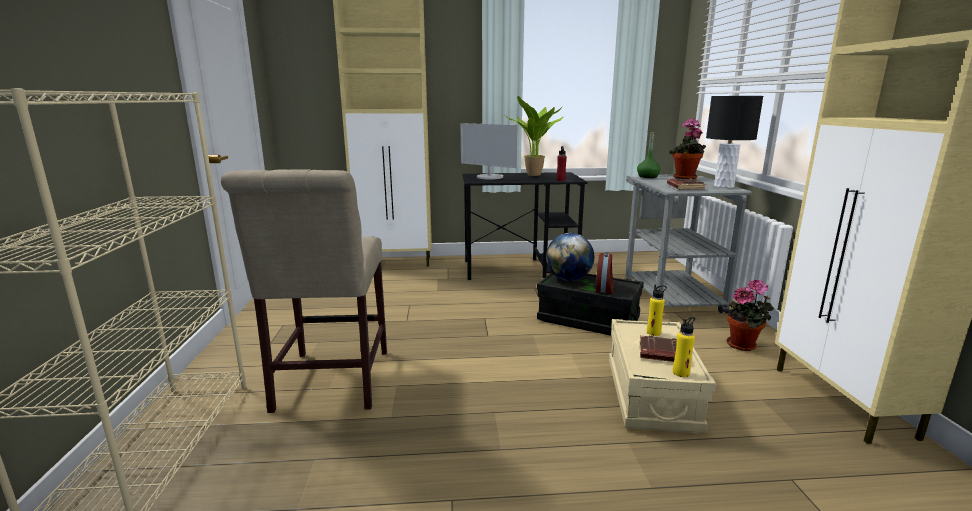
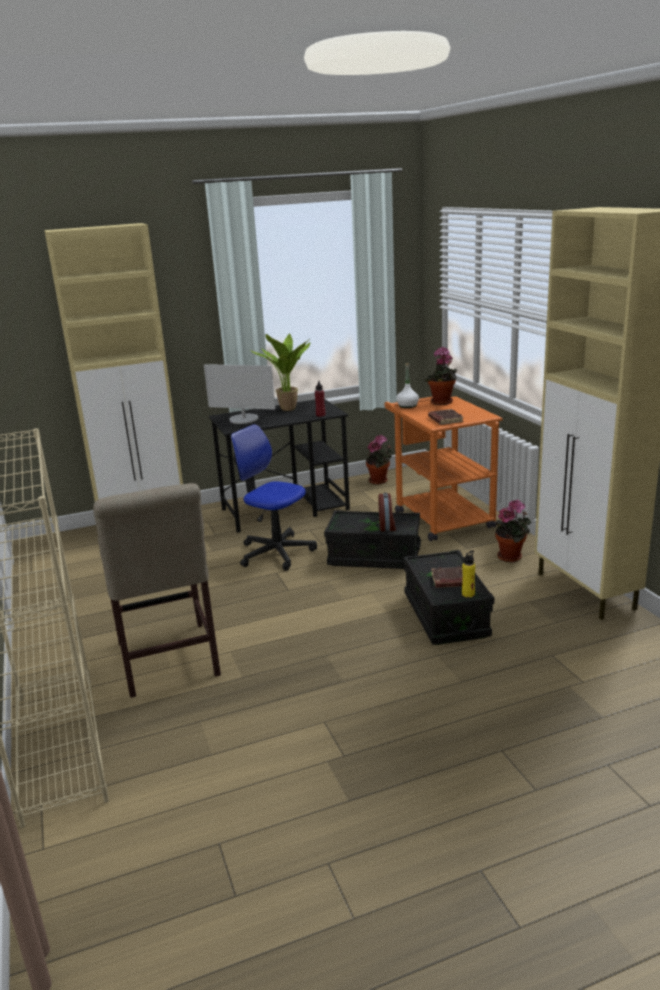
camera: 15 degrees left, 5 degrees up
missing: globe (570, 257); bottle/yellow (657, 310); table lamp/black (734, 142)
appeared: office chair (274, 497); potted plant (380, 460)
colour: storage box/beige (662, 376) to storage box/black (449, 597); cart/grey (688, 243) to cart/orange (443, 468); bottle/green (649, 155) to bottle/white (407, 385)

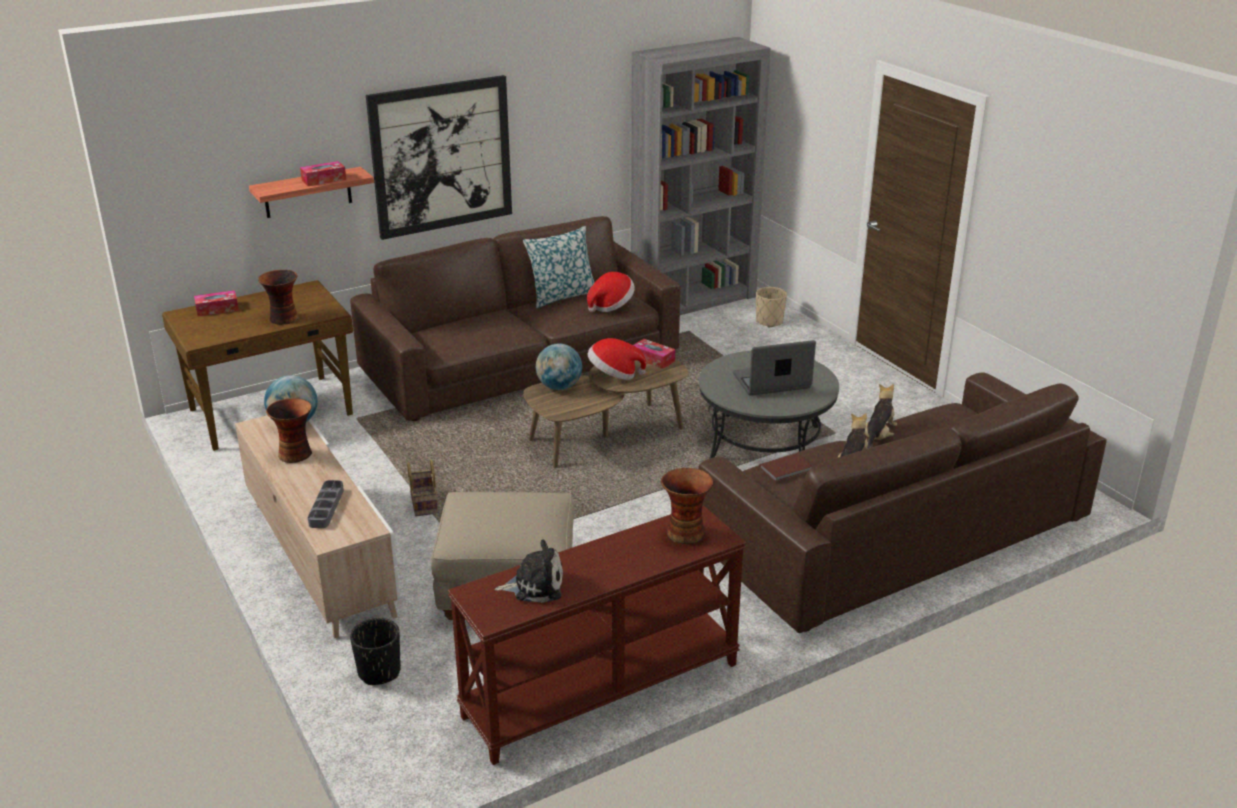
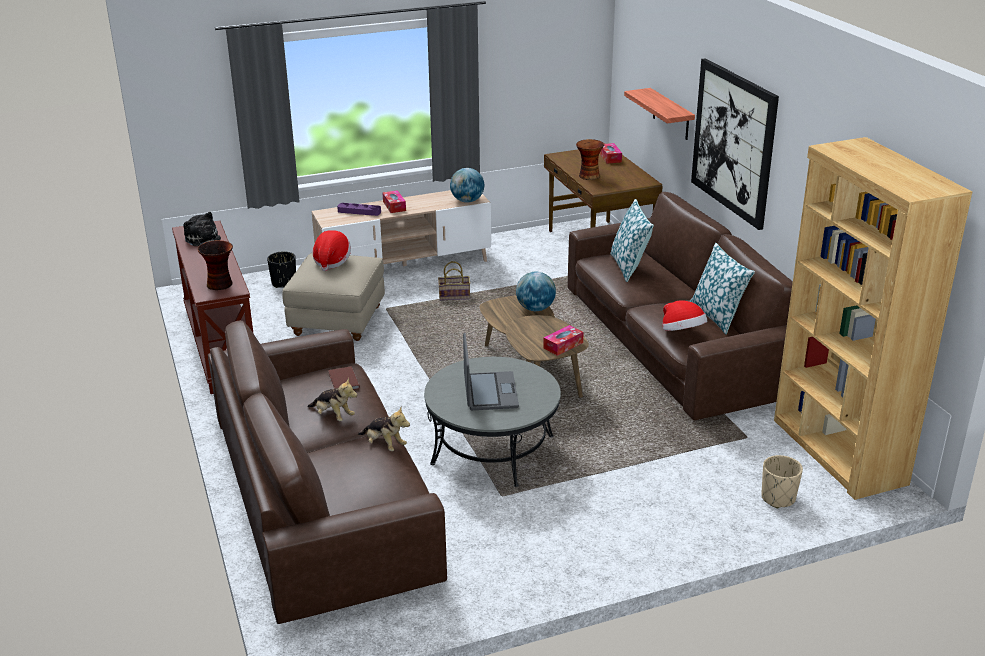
camera: 100 degrees right, 0 degrees up
missing: vase (289, 430)
appeared: pillow (632, 240)
relocated: tissue box (323, 173) to (394, 201); hat (617, 359) to (331, 250)
colour: tray/grey (326, 504) to tray/purple (359, 209); bookcase/grey (701, 176) to bookcase/brown (873, 318)
spun: plush toy (528, 571) = (202, 229) 135 degrees clockwise

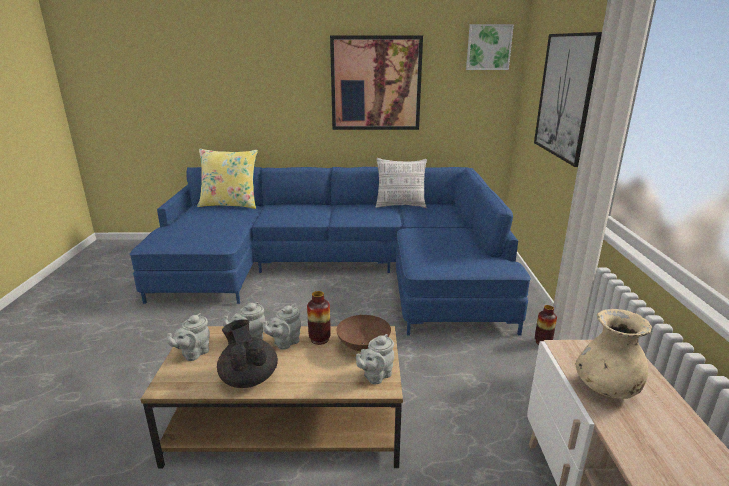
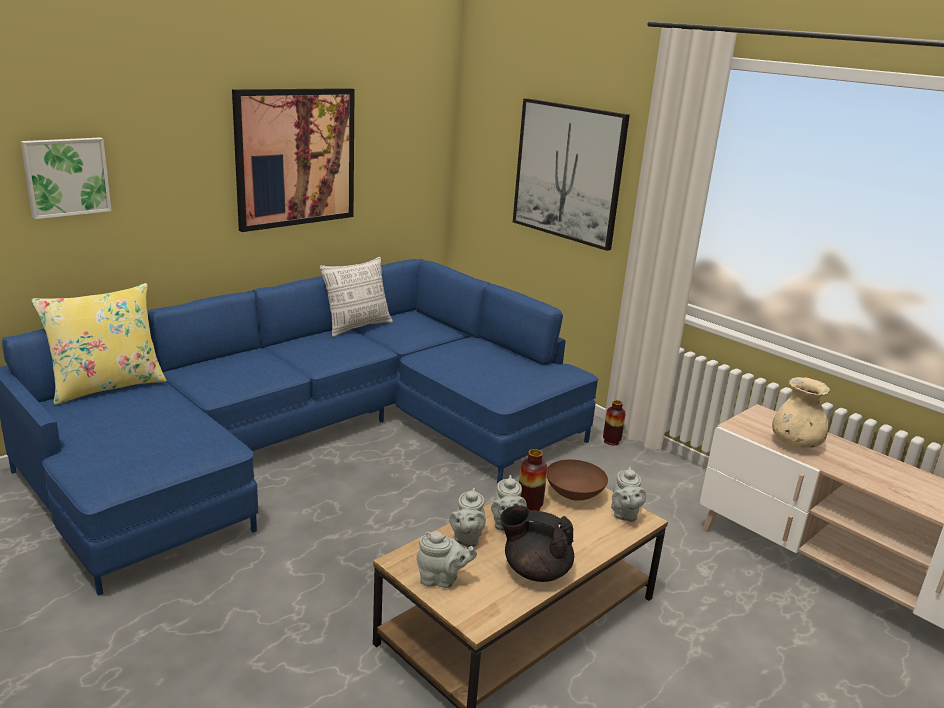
camera: 45 degrees left, 0 degrees up
relocated: picture (490, 47) to (66, 178)
spun: teapot/grey (188, 337) = (446, 559) 75 degrees counterclockwise

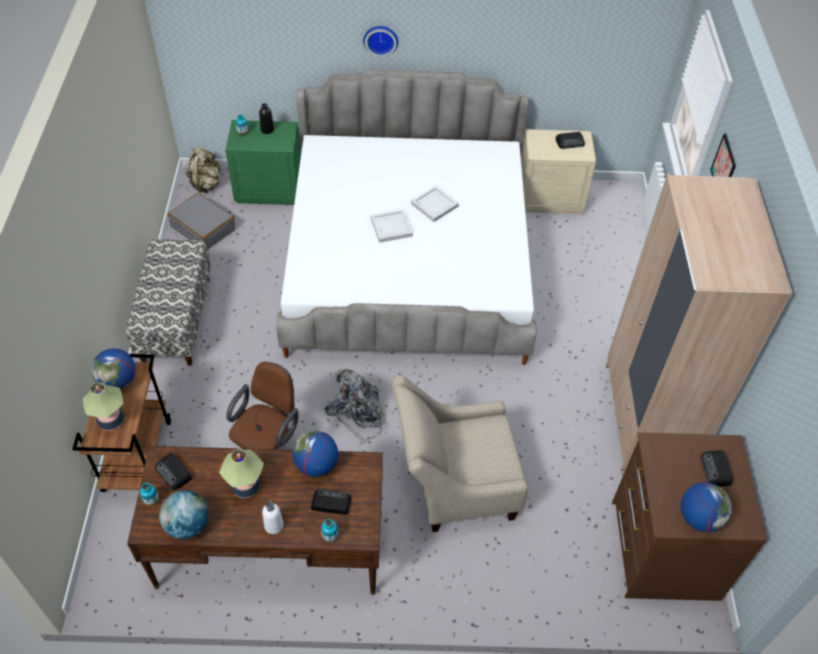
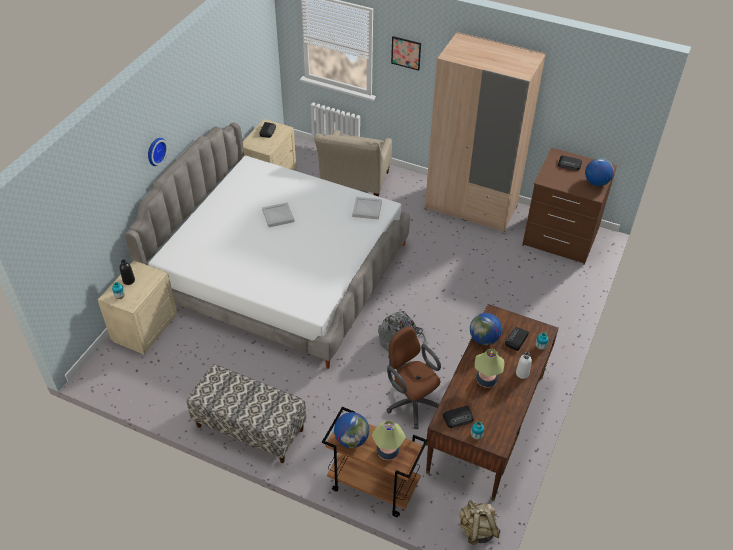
camera: 65 degrees left, 5 degrees down
missing: globe (184, 514); suitcase/grey (201, 221)
relocated: backpack/beige (203, 170) to (480, 522); tray/white (392, 226) to (367, 208); armchair/beige (459, 453) to (353, 163)
colour: nightstand/green (263, 162) to nightstand/beige (137, 307)

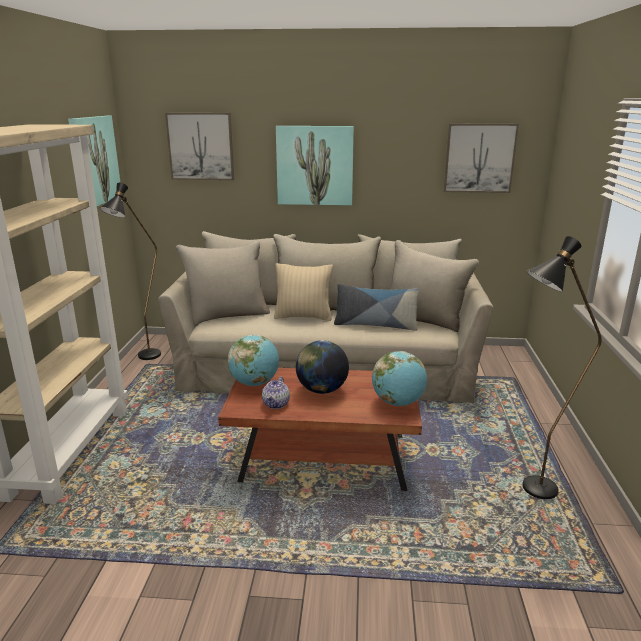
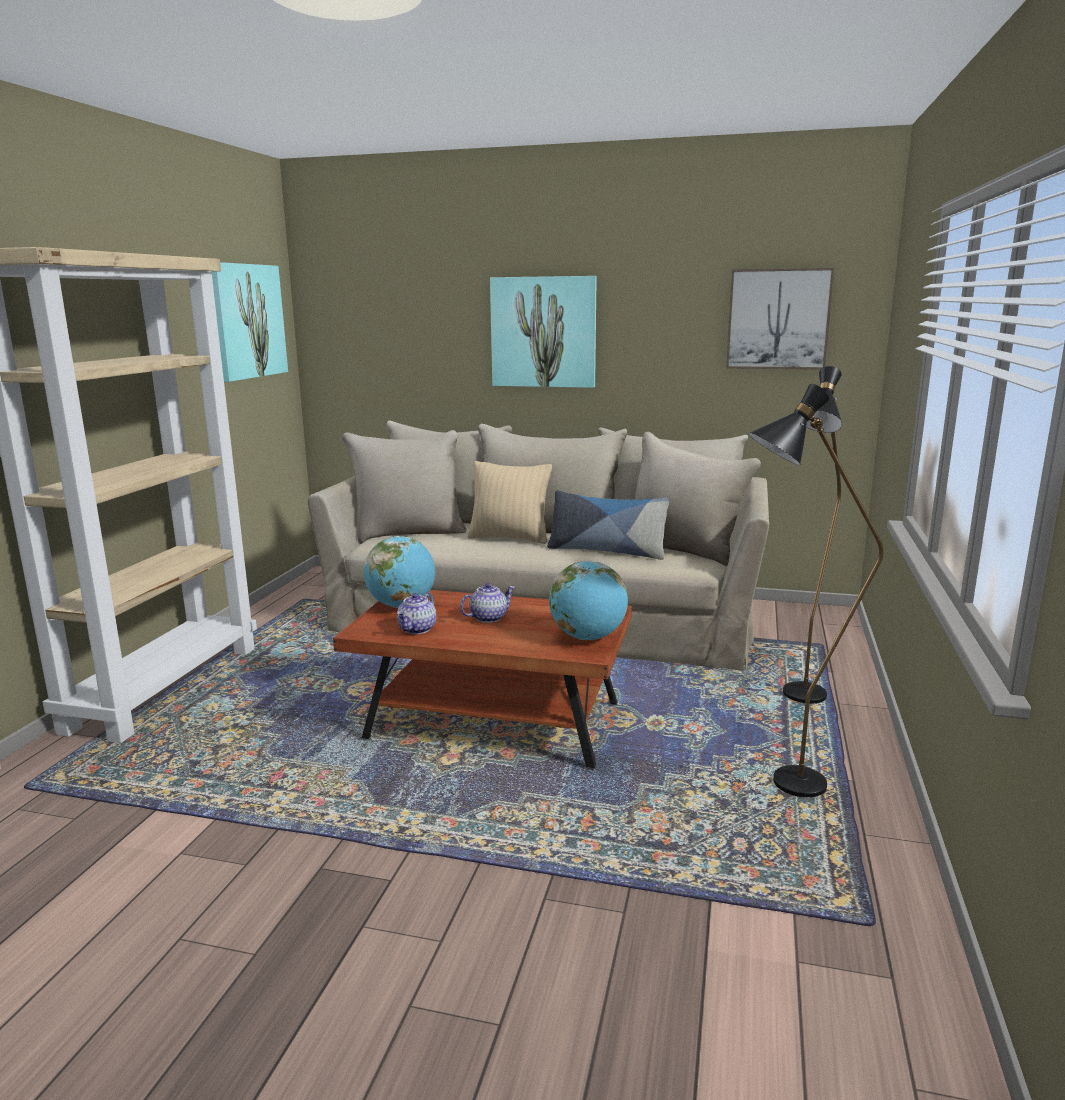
camera: 10 degrees right, 5 degrees down
missing: picture (199, 146)
relocated: floor lamp/black (130, 271) to (812, 535)
exchanged: globe (322, 367) to teapot (487, 603)

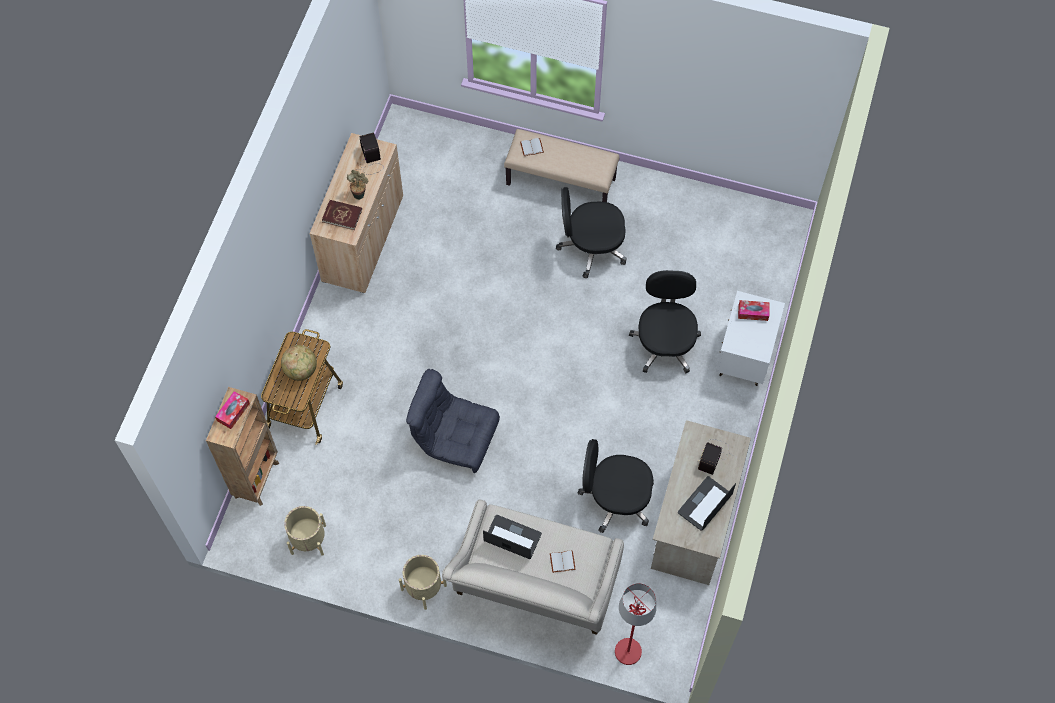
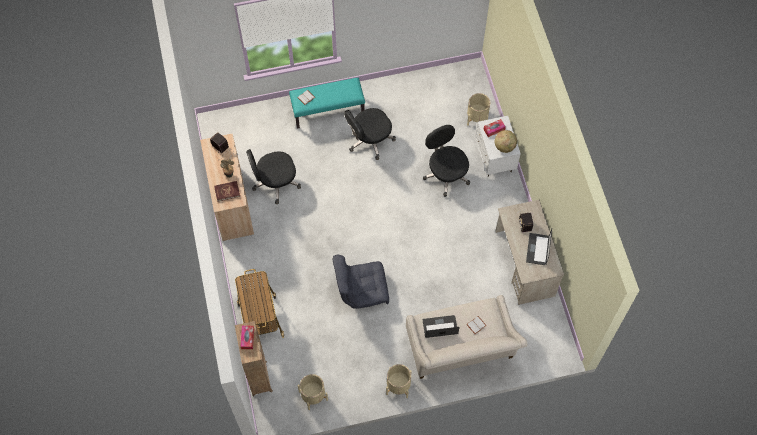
camera: 30 degrees left, 0 degrees up
missing: floor lamp/red (635, 624)
appeared: planter/beige (478, 109)
relocated: globe (299, 363) to (506, 141); office chair/black (616, 486) to (273, 176)
colour: bench/beige (561, 165) to bench/turquoise (327, 103)

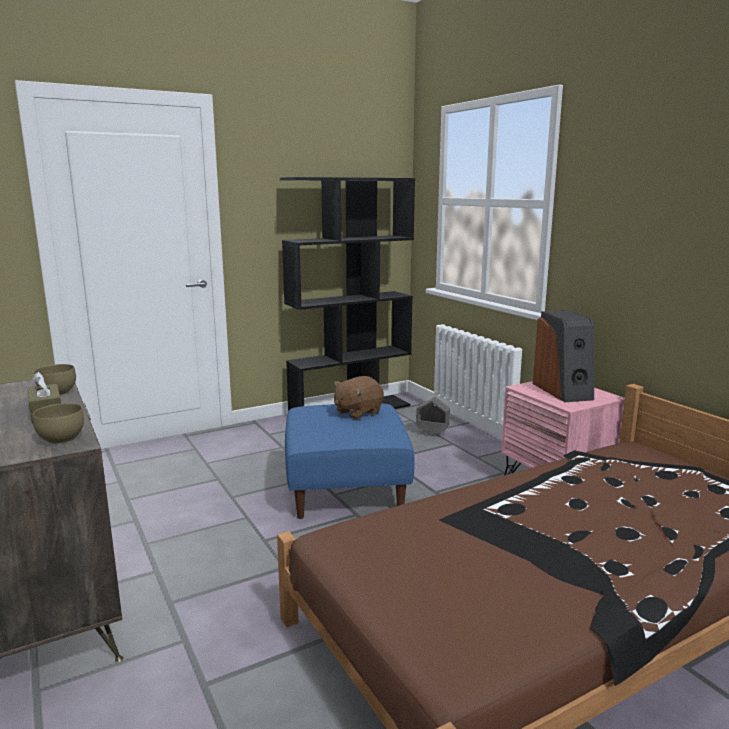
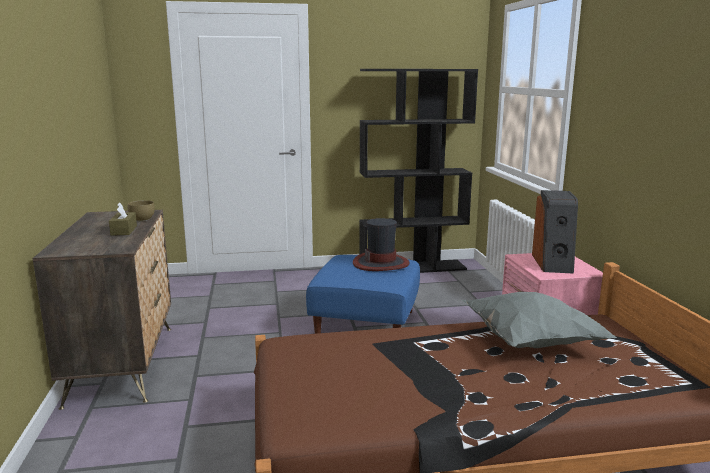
camera: 20 degrees right, 0 degrees up
missing: bowl/brown (58, 423); planter/grey (433, 417)
appeared: pillow/grey (539, 320)
exchanged: plush toy/brown (359, 397) to hat (381, 244)

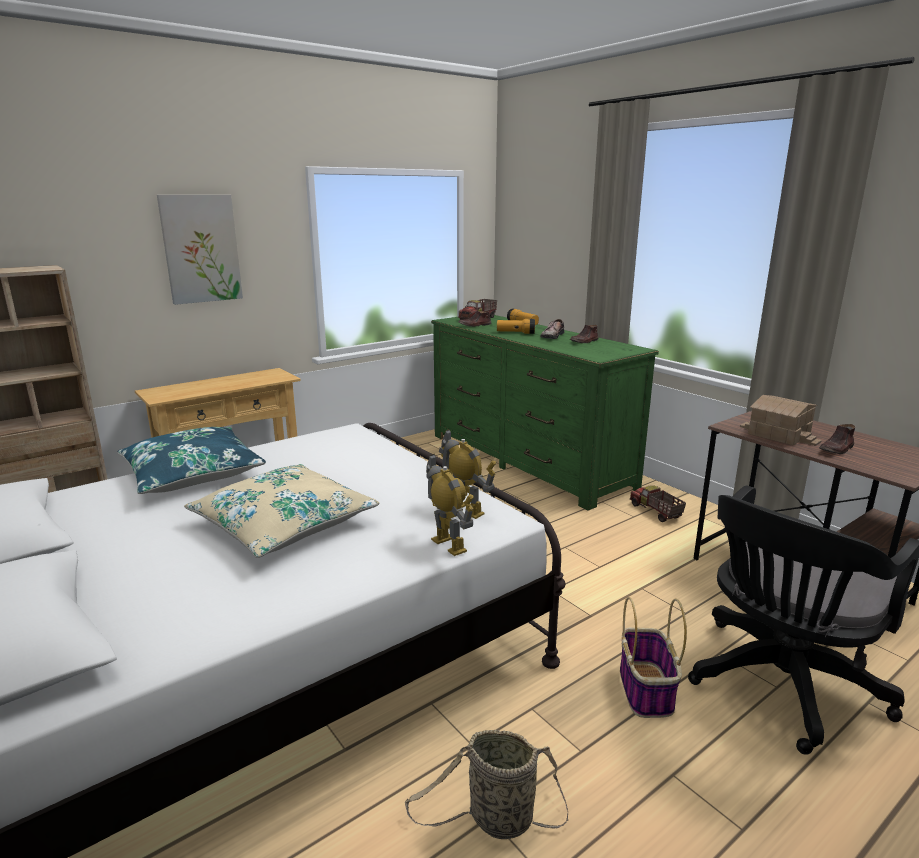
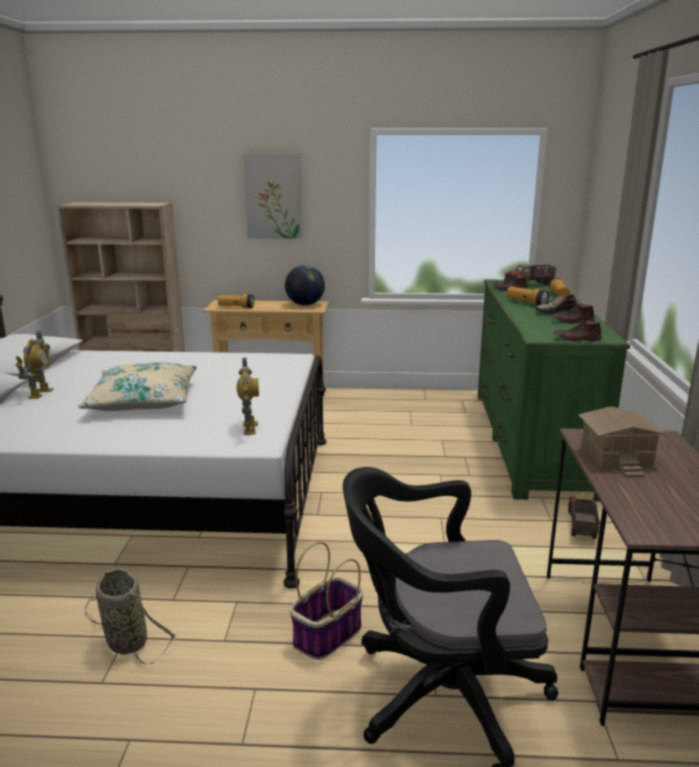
camera: 40 degrees right, 0 degrees up
missing: pillow/blue (191, 460)
appeared: flashlight (236, 301); globe (305, 285)
relocated: toy robot (450, 505) to (35, 365); shoe/brown (837, 439) to (578, 331)

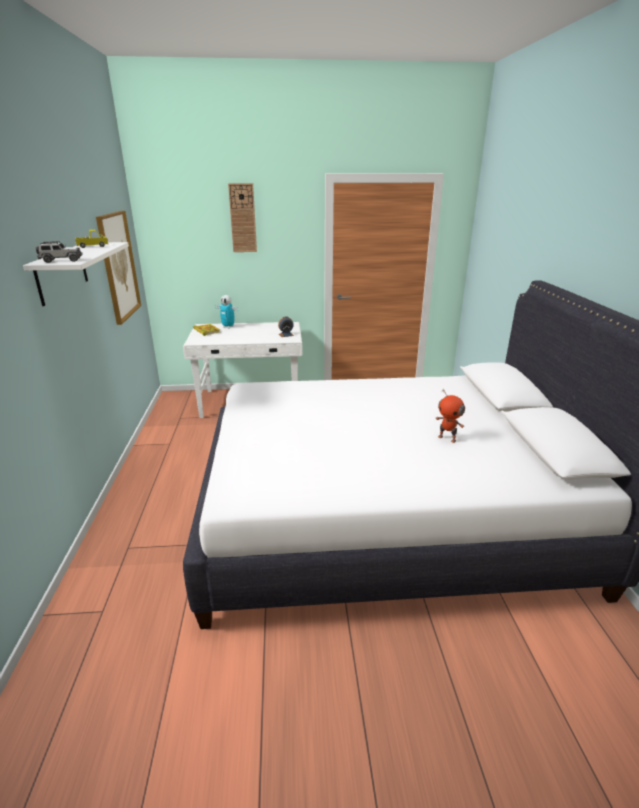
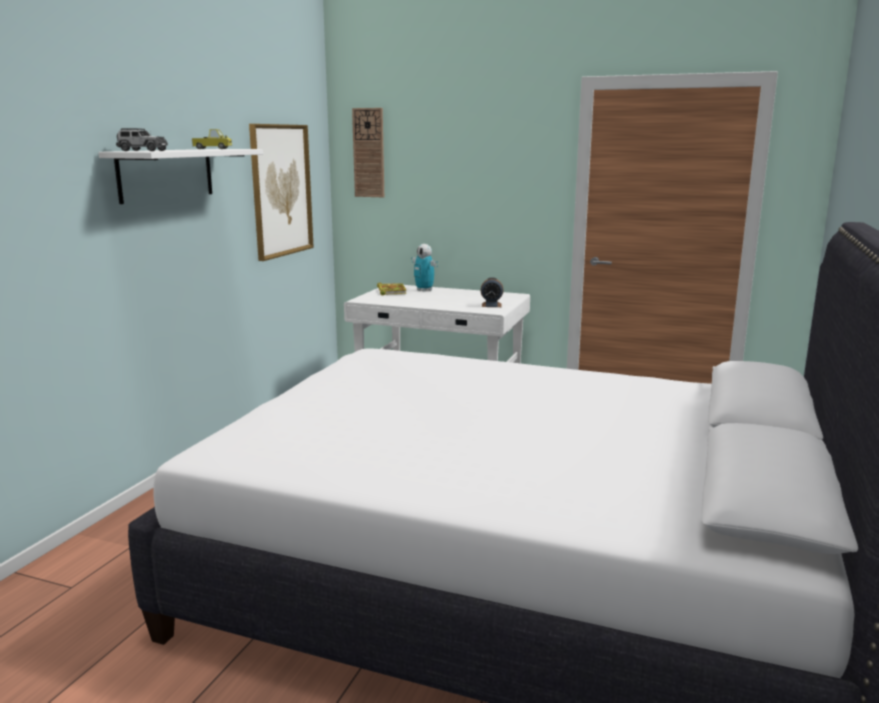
camera: 25 degrees right, 10 degrees down
missing: toy robot (450, 416)
relocated: wall clock (242, 217) to (368, 152)

